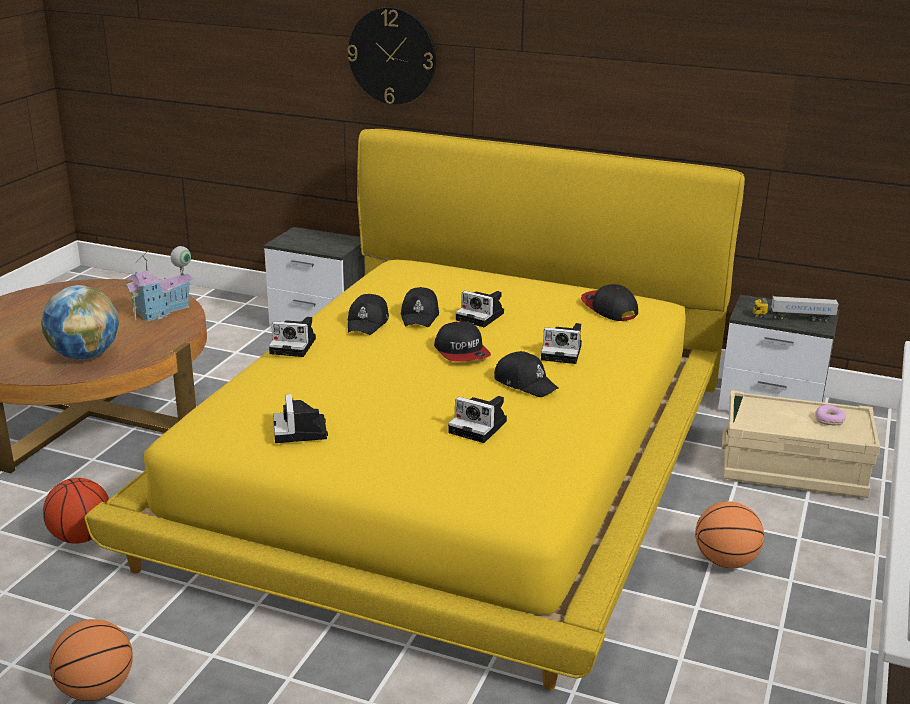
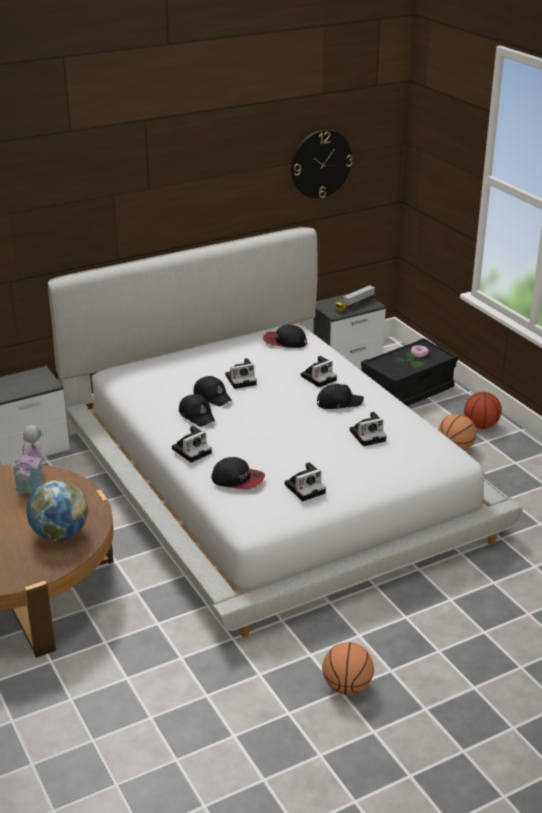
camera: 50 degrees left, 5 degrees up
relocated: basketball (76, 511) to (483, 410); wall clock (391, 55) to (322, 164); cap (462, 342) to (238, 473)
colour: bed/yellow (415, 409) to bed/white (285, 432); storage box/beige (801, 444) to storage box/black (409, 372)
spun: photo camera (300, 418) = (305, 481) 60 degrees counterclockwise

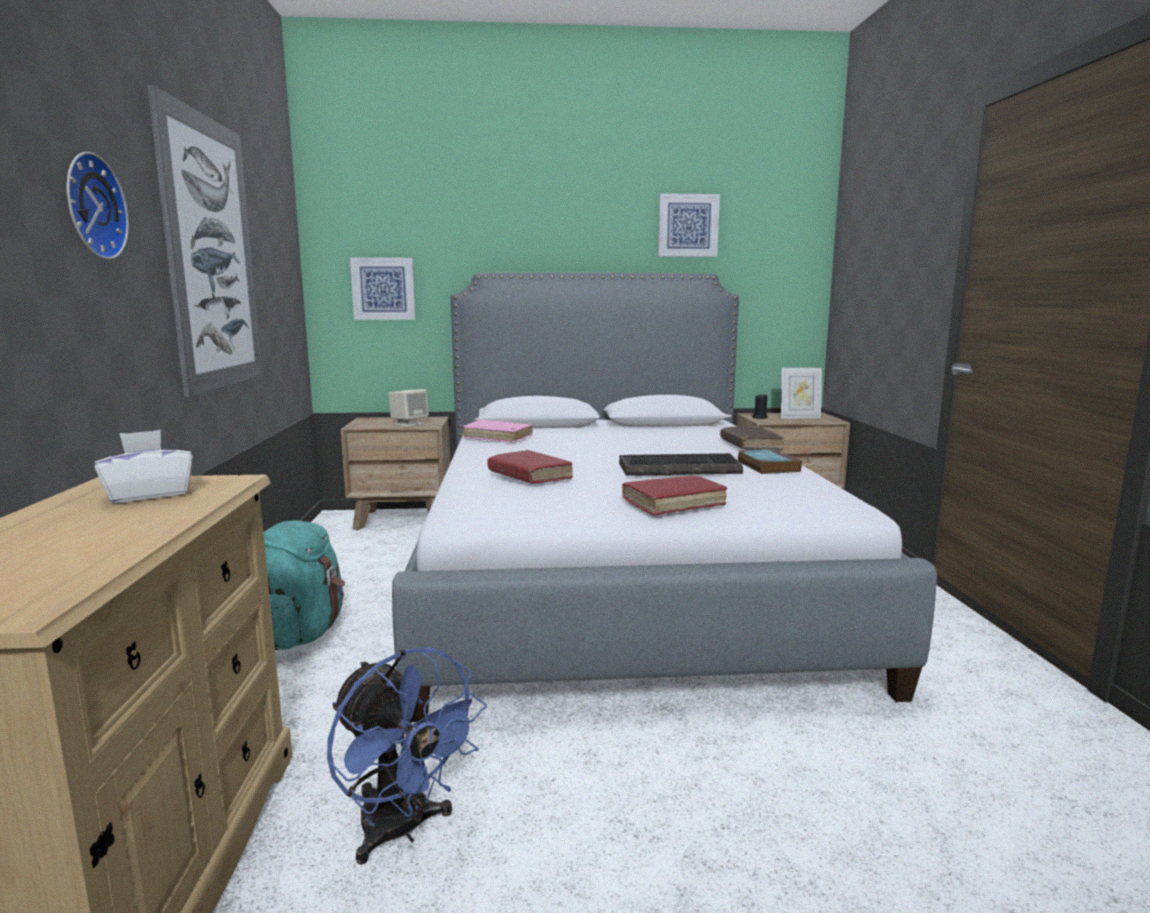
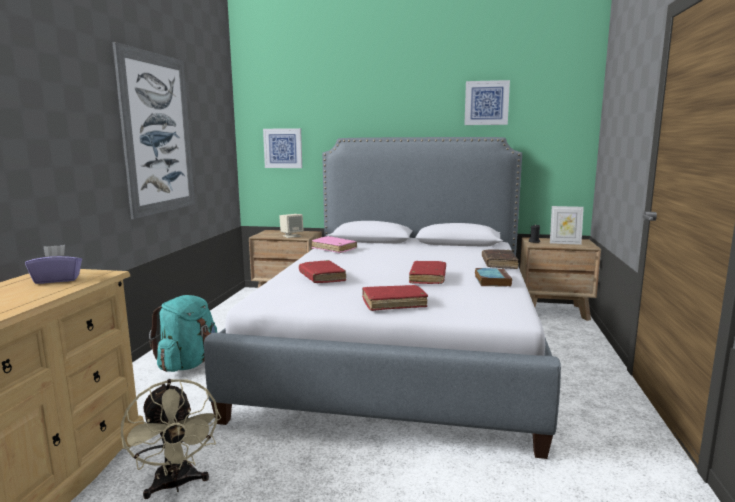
camera: 15 degrees right, 0 degrees up
missing: wall clock (97, 206)
exchanged: keyboard (681, 464) to book/red (427, 272)
colour: tissue box/white (143, 466) to tissue box/purple (53, 264); fan/blue (407, 756) to fan/beige (171, 439)

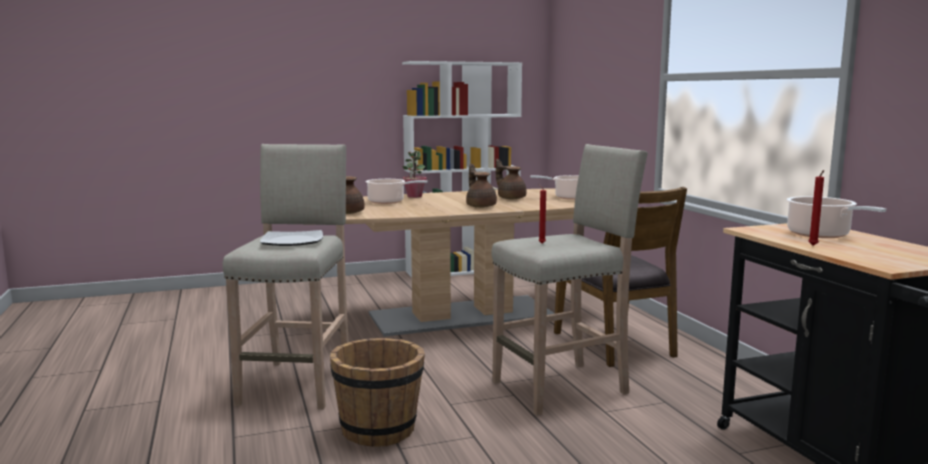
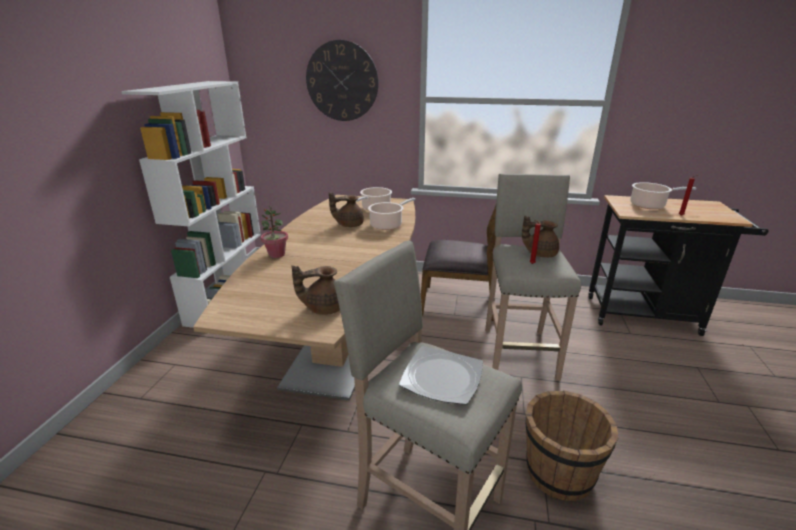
camera: 60 degrees left, 15 degrees up
appeared: wall clock (342, 80)
relocated: cooking pot (397, 191) to (392, 214); teapot/brown (481, 185) to (540, 236)

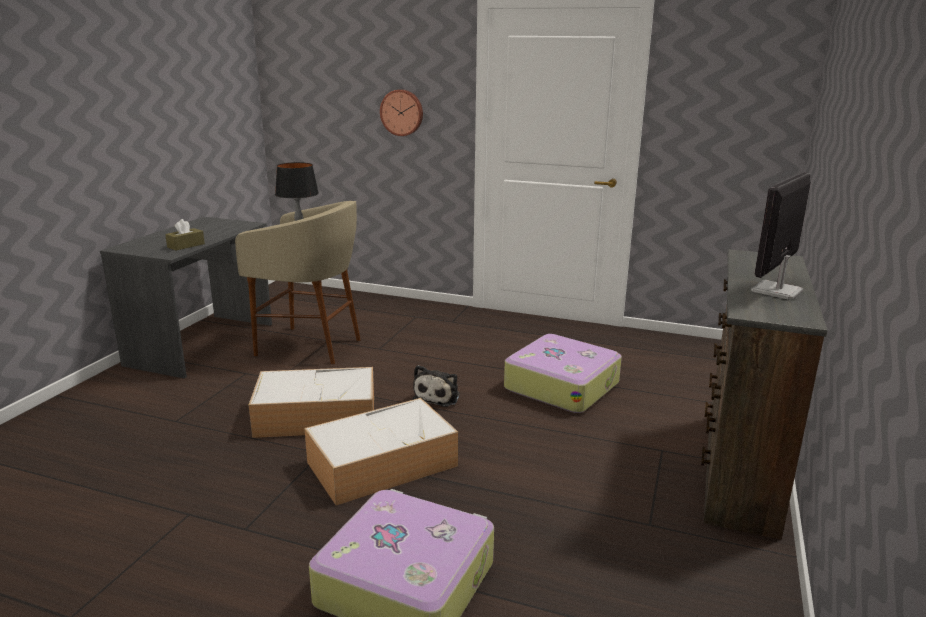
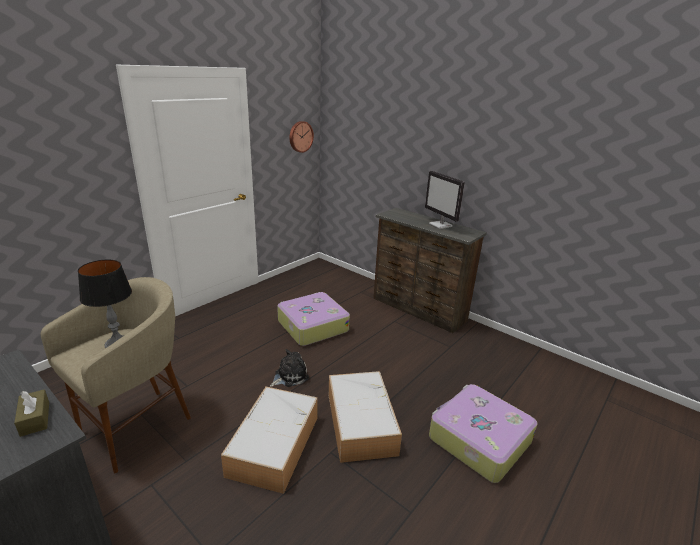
camera: 70 degrees left, 5 degrees up
relocated: wall clock (401, 112) to (302, 137)
spun: plush toy (436, 386) = (289, 368) 75 degrees counterclockwise

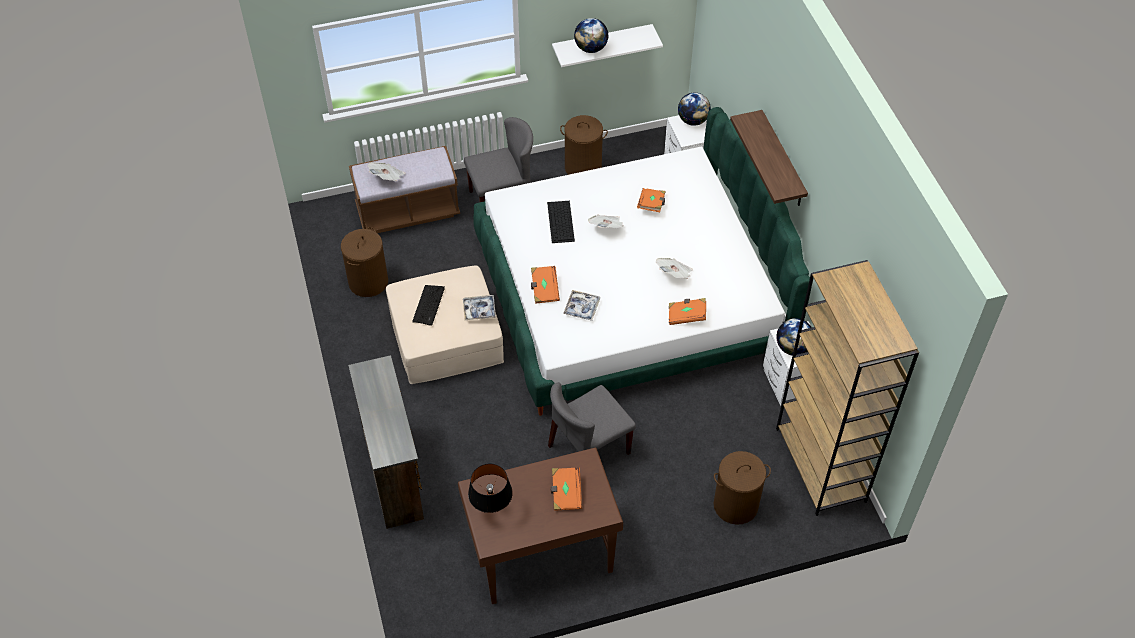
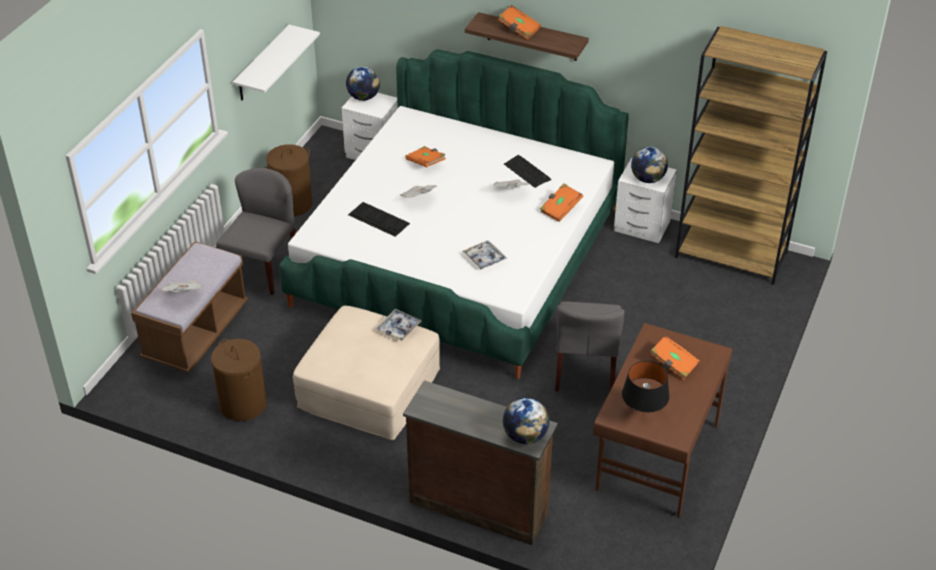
camera: 50 degrees left, 10 degrees down
missing: laundry basket/brown (742, 488)
relocated: keyboard (428, 305) to (527, 171); book/orange (545, 285) to (519, 22); globe (591, 35) to (526, 420)

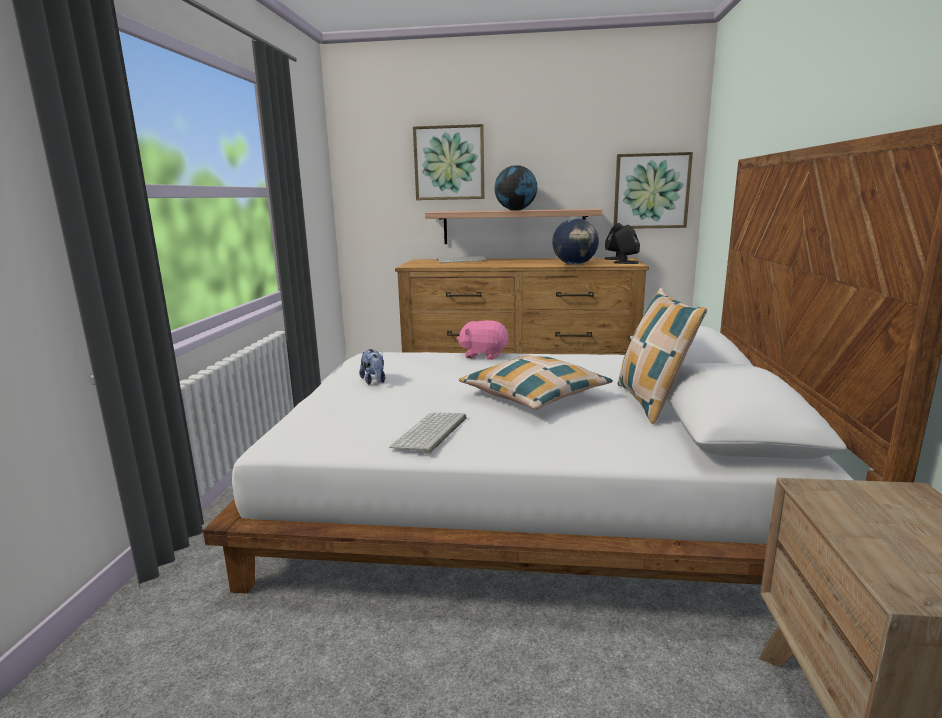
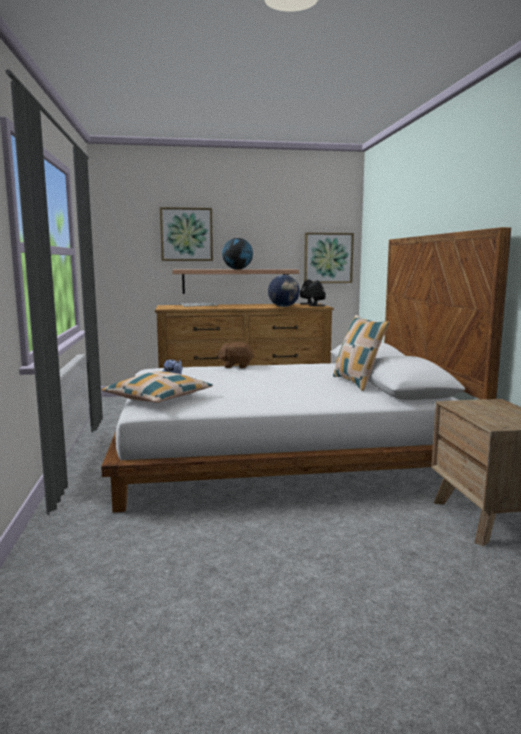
camera: 15 degrees left, 5 degrees down
missing: keyboard (428, 433)
relocated: pillow (536, 383) to (157, 387)
colour: plush toy/pink (482, 340) to plush toy/brown (235, 355)

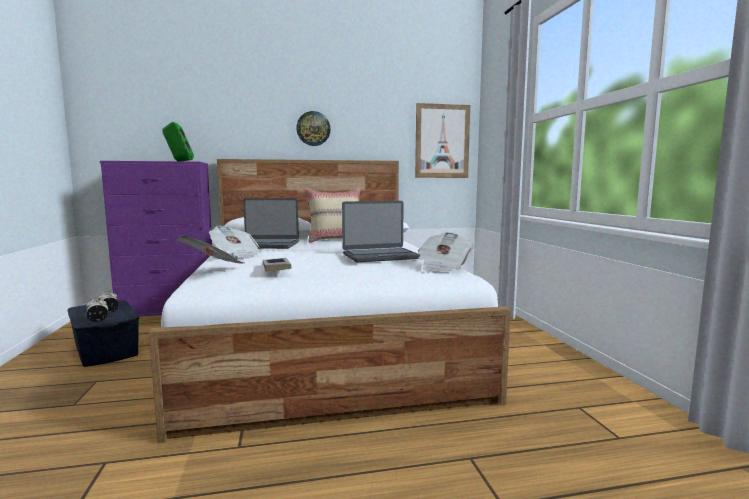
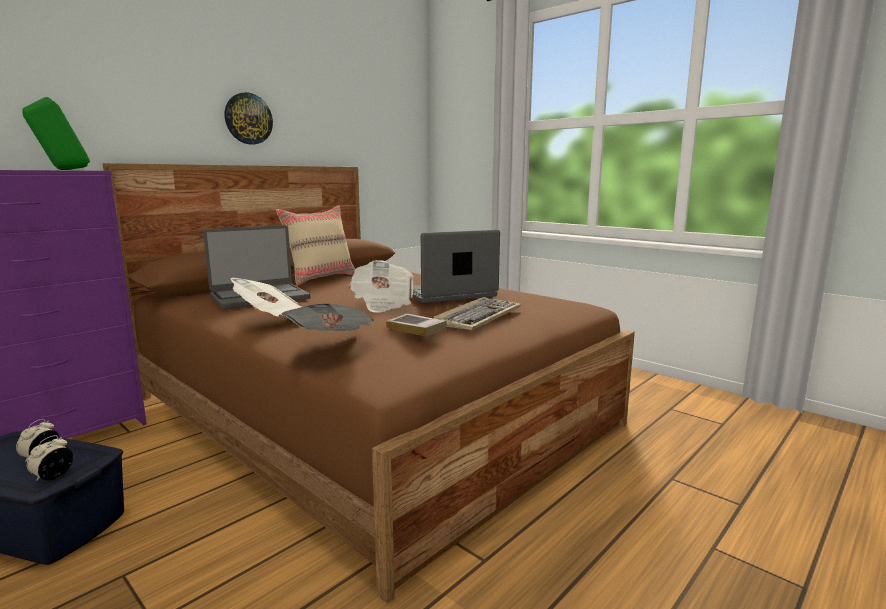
camera: 35 degrees left, 5 degrees up
missing: picture (442, 140)
appeared: keyboard (477, 313)
relocated: newspaper (446, 252) to (381, 286)
colour: bed/white (330, 301) to bed/brown (368, 383)
spun: laptop (381, 231) = (456, 266) 150 degrees counterclockwise

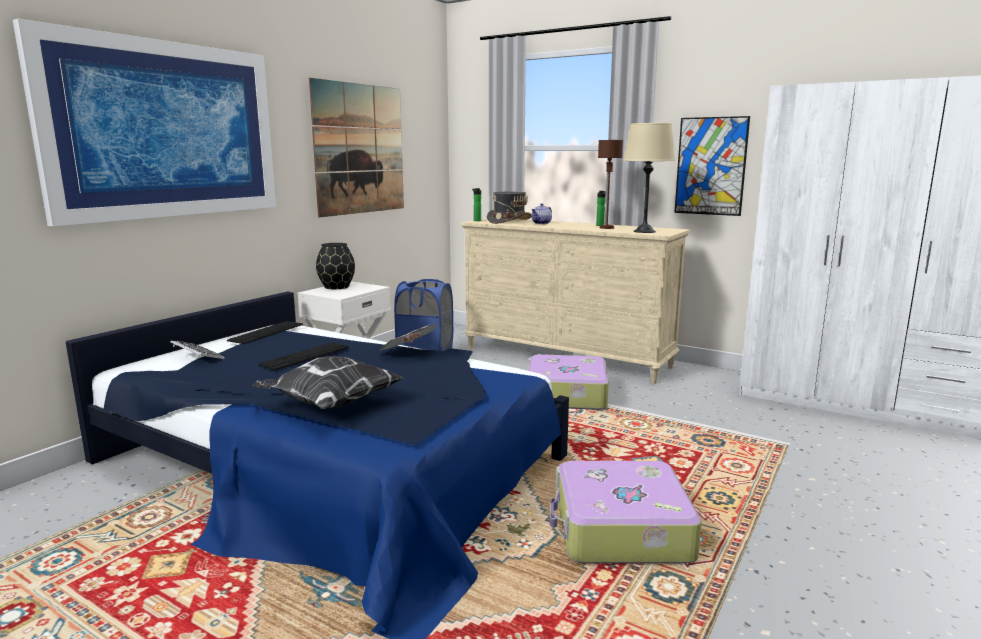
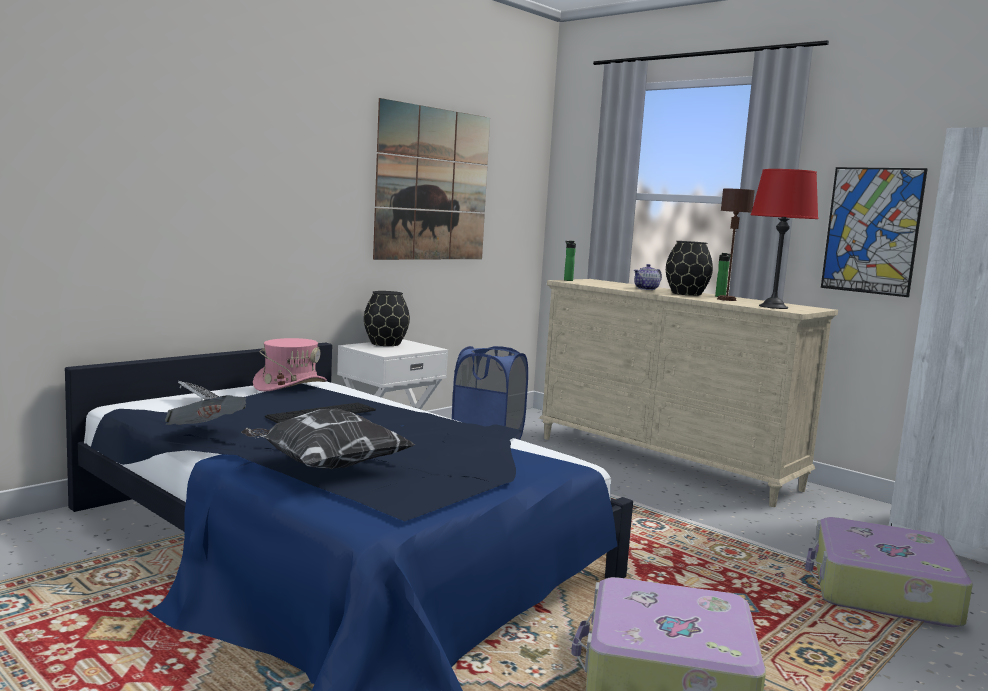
camera: 10 degrees right, 5 degrees down
missing: picture (144, 123); hat/grey (509, 208)
appeared: vase/black (689, 268)
relocated: newspaper (408, 337) to (205, 410); suitcase (568, 382) to (889, 572)
exchanged: keyboard (265, 332) to hat/pink (290, 365)
colour: table lamp/beige (649, 178) to table lamp/red (784, 239)

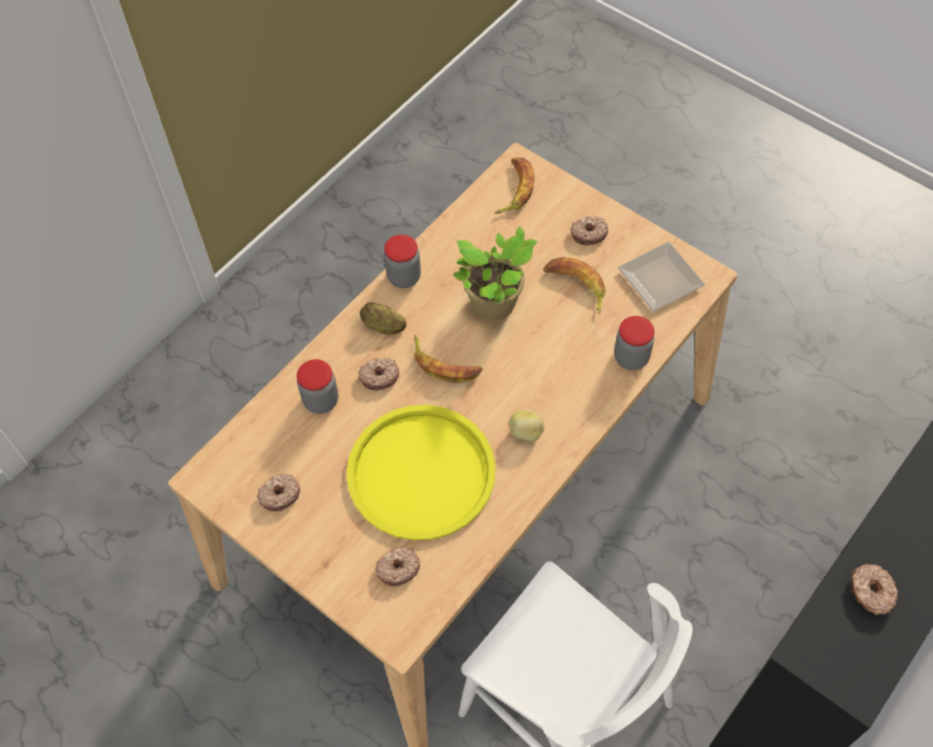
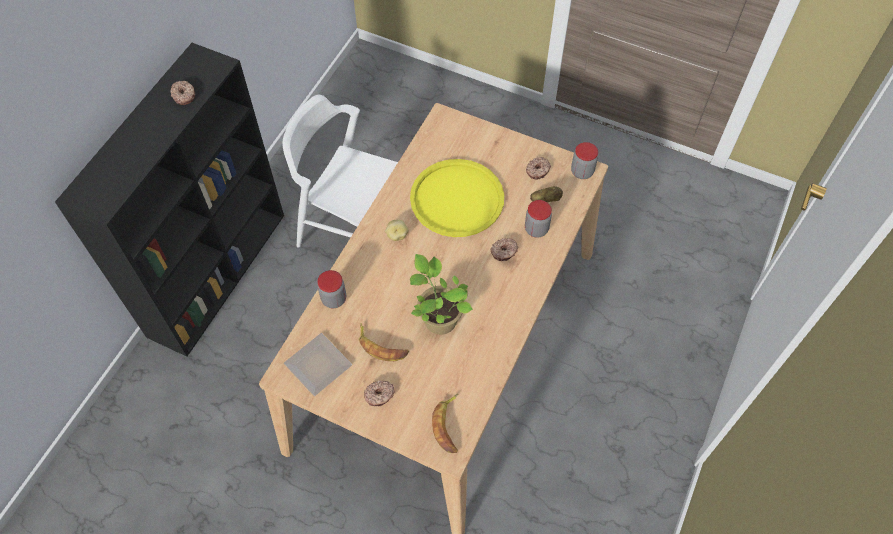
camera: 165 degrees right, 0 degrees up
missing: donut (397, 566); banana (448, 358)
relocated: potato (383, 318) to (546, 194); jar (402, 261) to (584, 160)

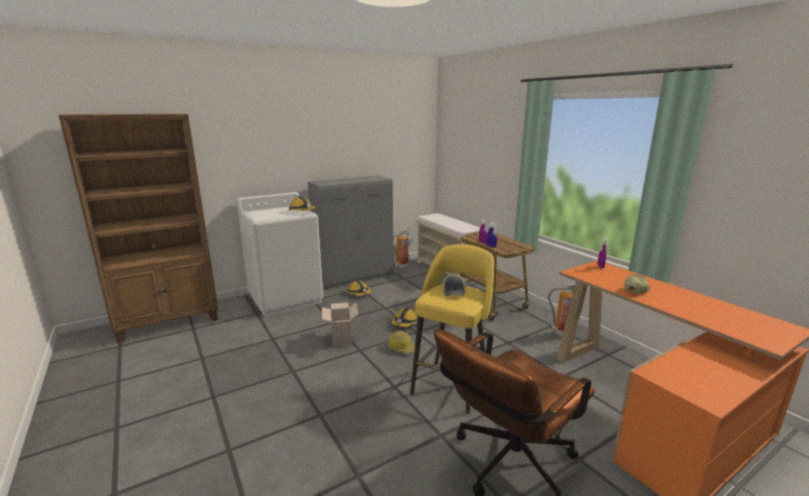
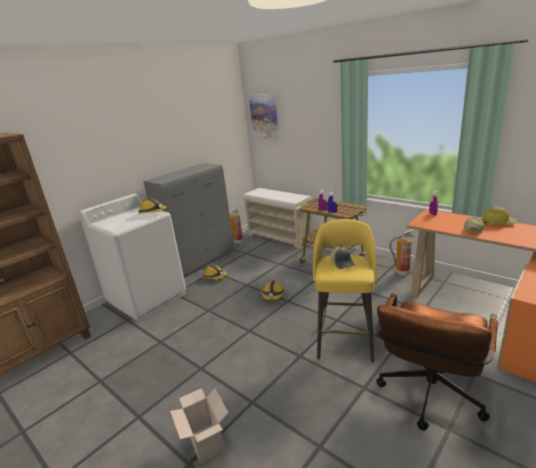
camera: 15 degrees left, 5 degrees up
appeared: picture (264, 117)
relocated: cardboard box (340, 325) to (199, 426); hard hat (401, 341) to (499, 215)

